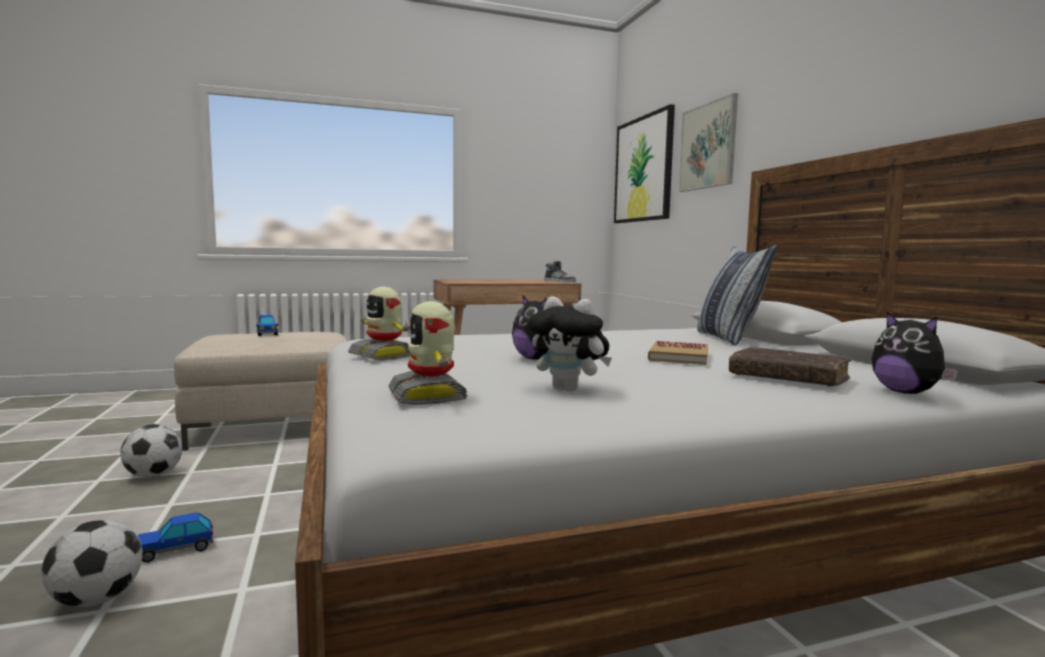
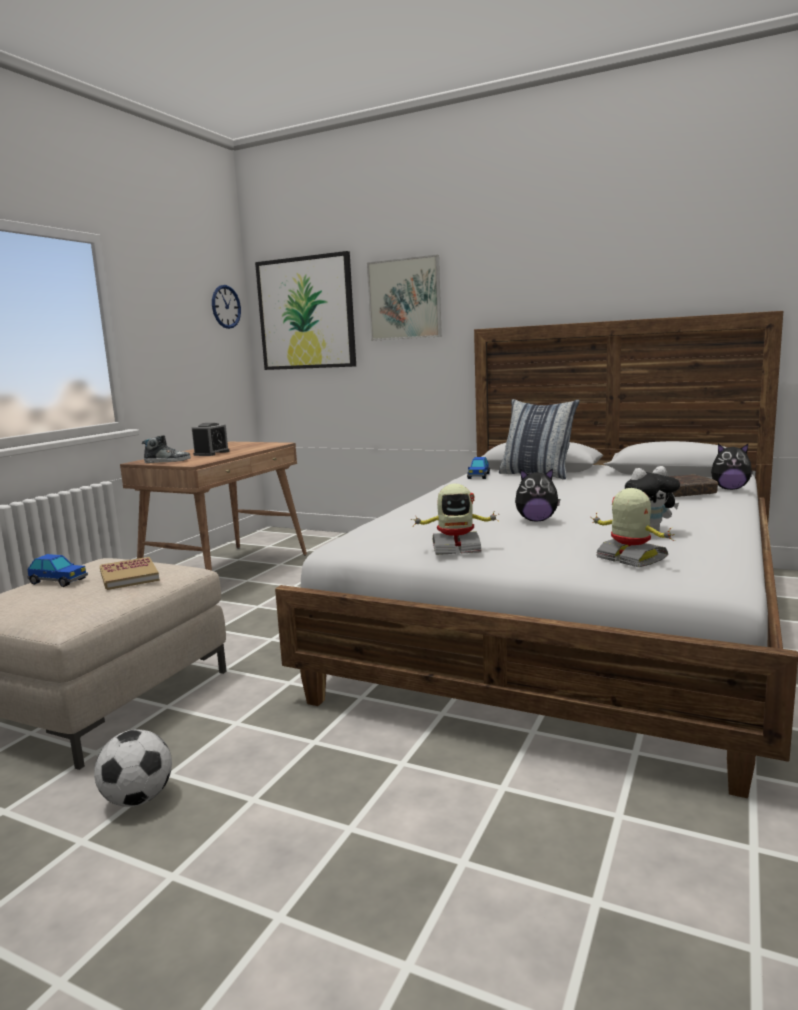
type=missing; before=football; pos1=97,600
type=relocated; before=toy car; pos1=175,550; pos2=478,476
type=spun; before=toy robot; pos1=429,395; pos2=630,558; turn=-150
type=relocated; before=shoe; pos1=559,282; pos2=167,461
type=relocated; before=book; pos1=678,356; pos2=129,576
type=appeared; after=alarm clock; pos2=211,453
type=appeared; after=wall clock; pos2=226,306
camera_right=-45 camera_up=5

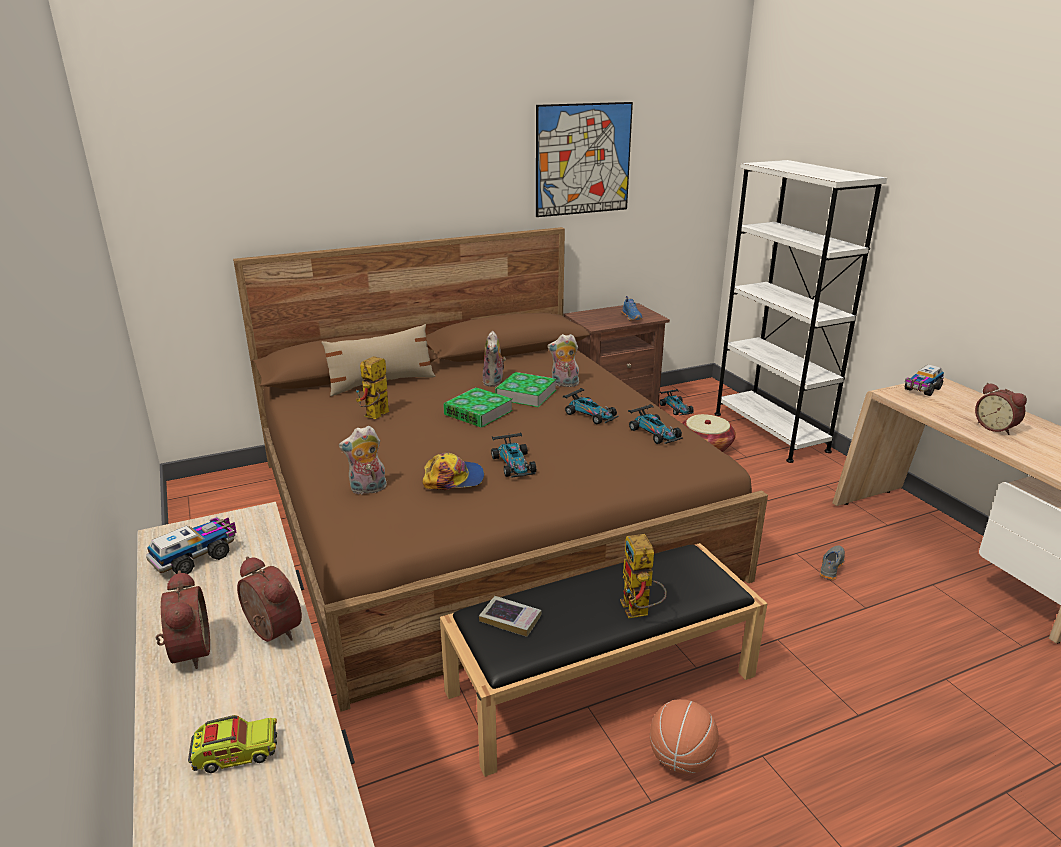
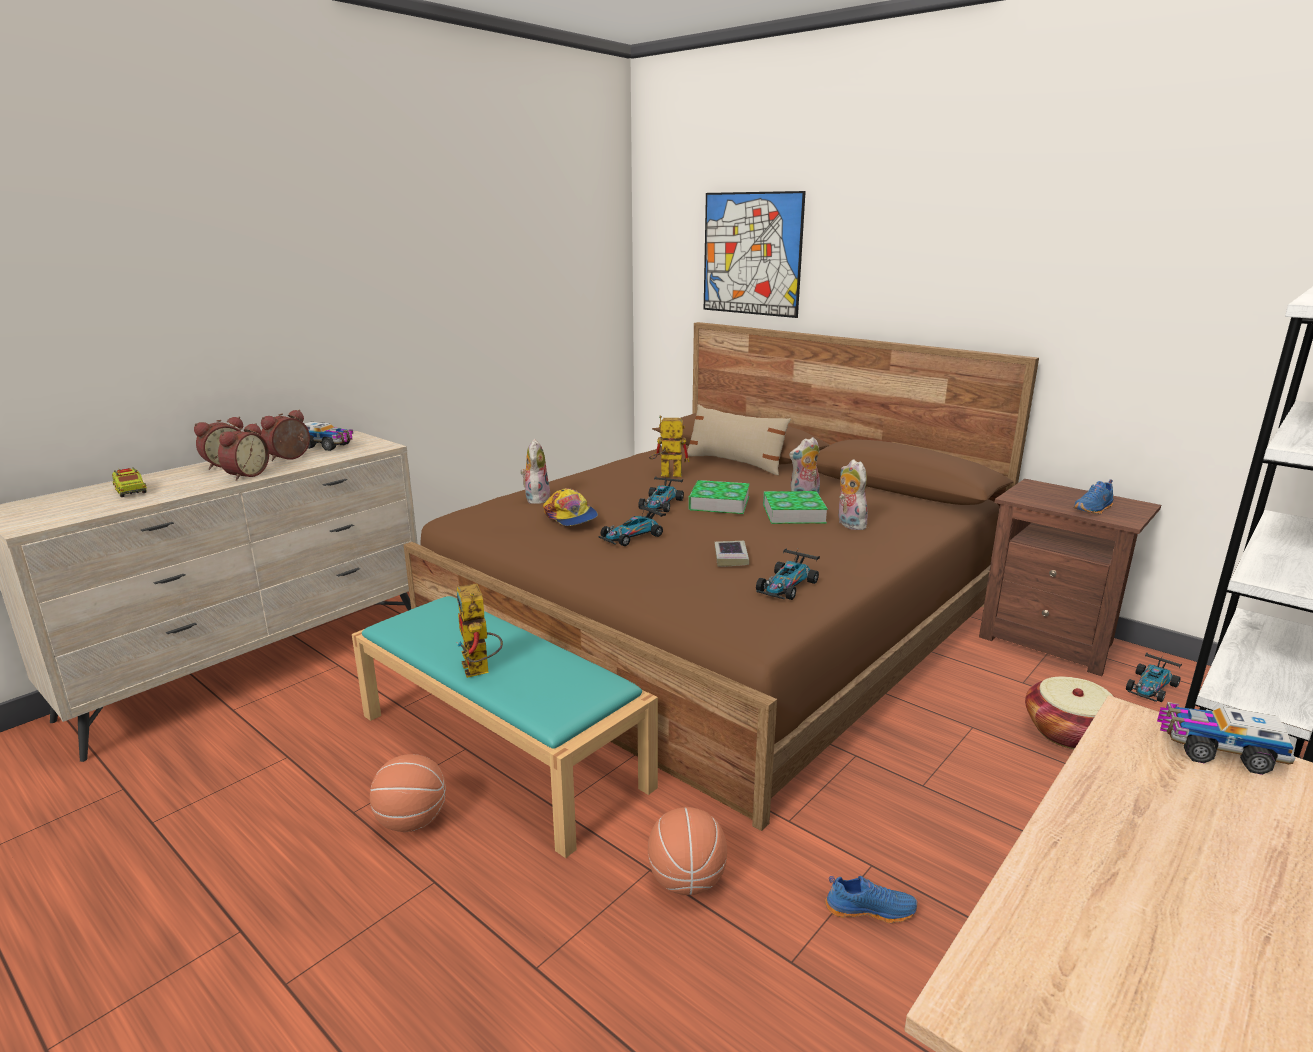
type=spun; before=plush toy; pos1=367,490; pos2=536,499; turn=45
type=colour; before=black bench; after=turquoise bench; pos1=602,682; pos2=503,750
type=relocated; before=book; pos1=510,619; pos2=731,557
type=relocated; before=picture; pos1=583,159; pos2=751,254
type=relocated; before=toy car; pos1=590,414; pos2=660,504
type=spun; before=toy robot; pos1=639,612; pos2=480,671; turn=-75
type=colour; before=grey shoe; after=blue shoe; pos1=830,567; pos2=869,909
type=relocated; before=alarm clock; pos1=996,427; pos2=290,458
type=appeared; after=basketball; pos2=686,881
camera_right=65 camera_up=-5

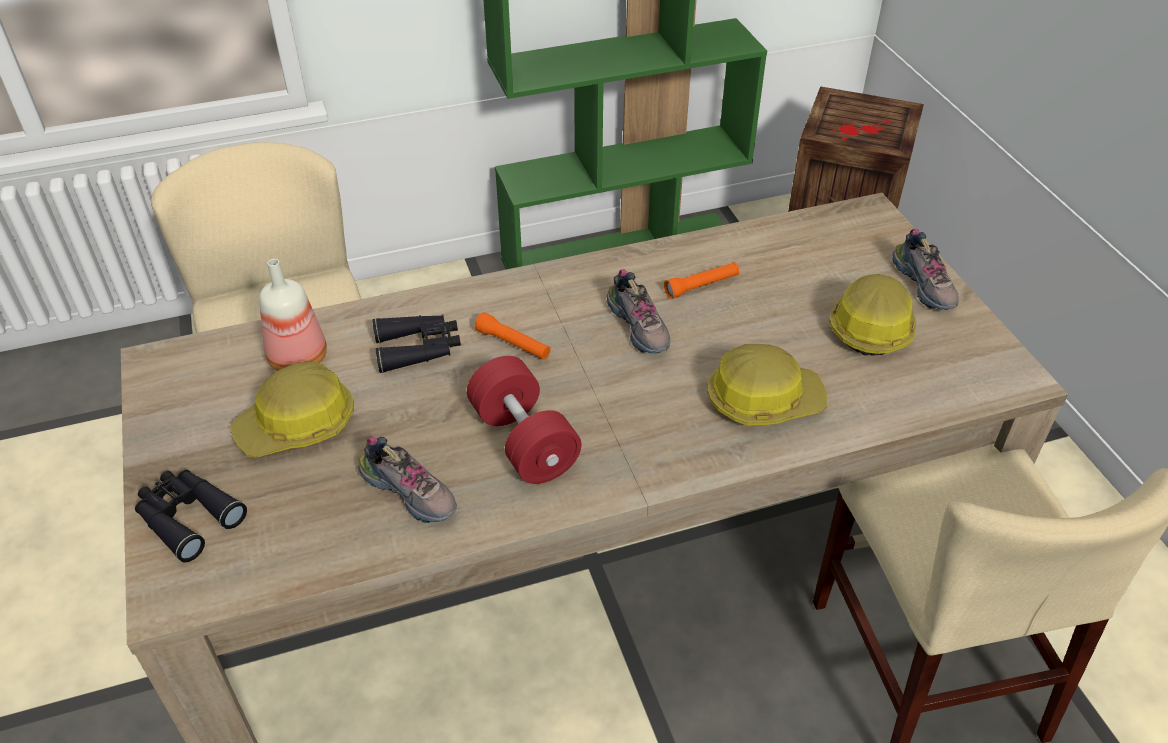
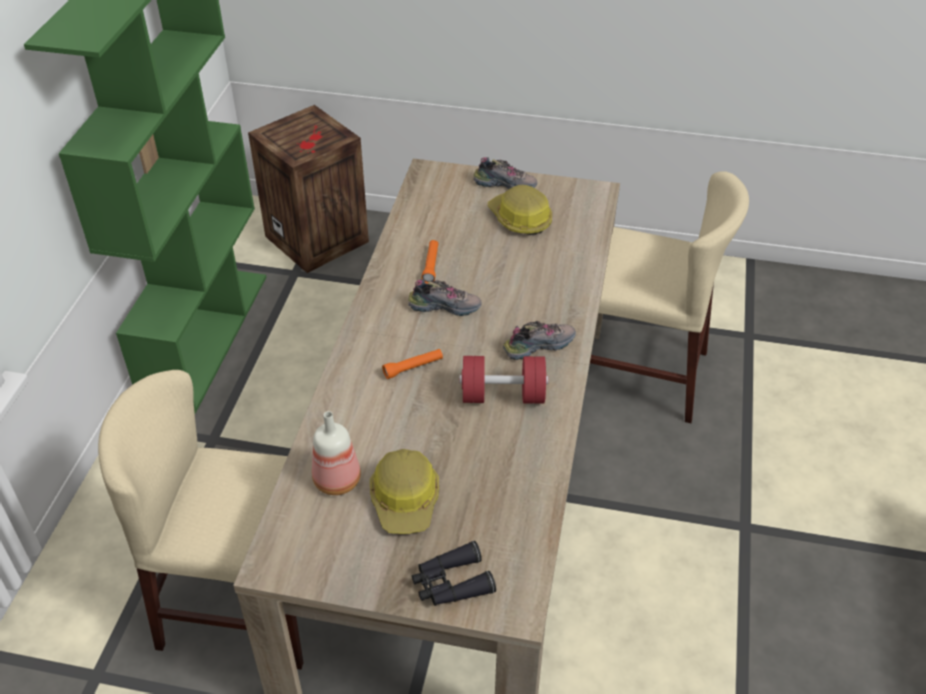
type=relocated; before=shoe; pos1=412,492; pos2=539,345
type=missing; before=black binoculars; pos1=418,349
type=missing; before=hard hat; pos1=763,399
camera_right=-60 camera_up=0

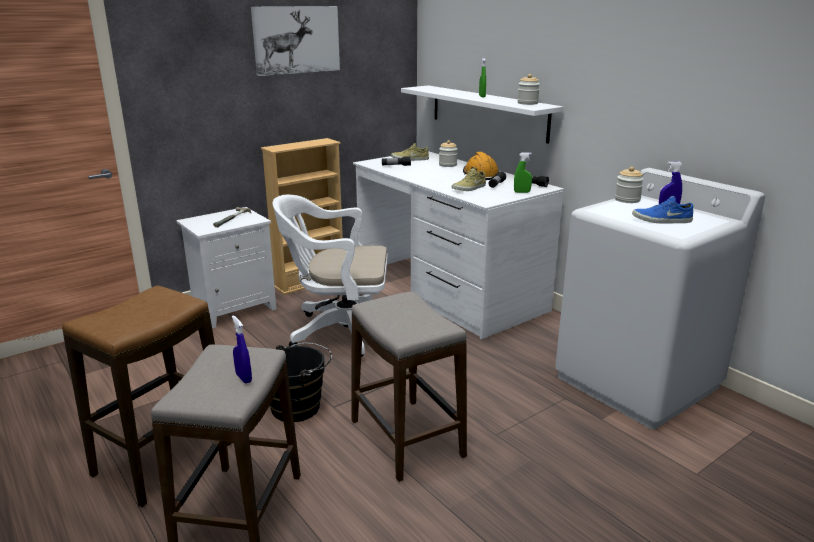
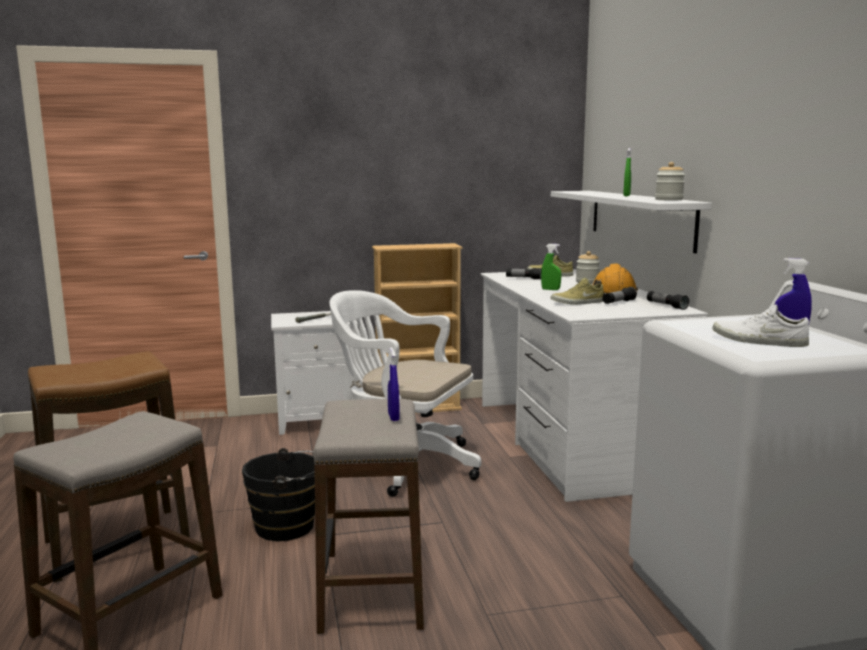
type=relocated; before=blue spray bottle; pos1=243,378; pos2=393,417
type=missing; before=picture; pos1=296,40
type=relocated; before=green spray bottle; pos1=522,192; pos2=550,289
type=missing; before=jar; pos1=627,200
type=colour; before=blue shoe; after=white shoe; pos1=662,220; pos2=758,341
camera_right=25 camera_up=-10

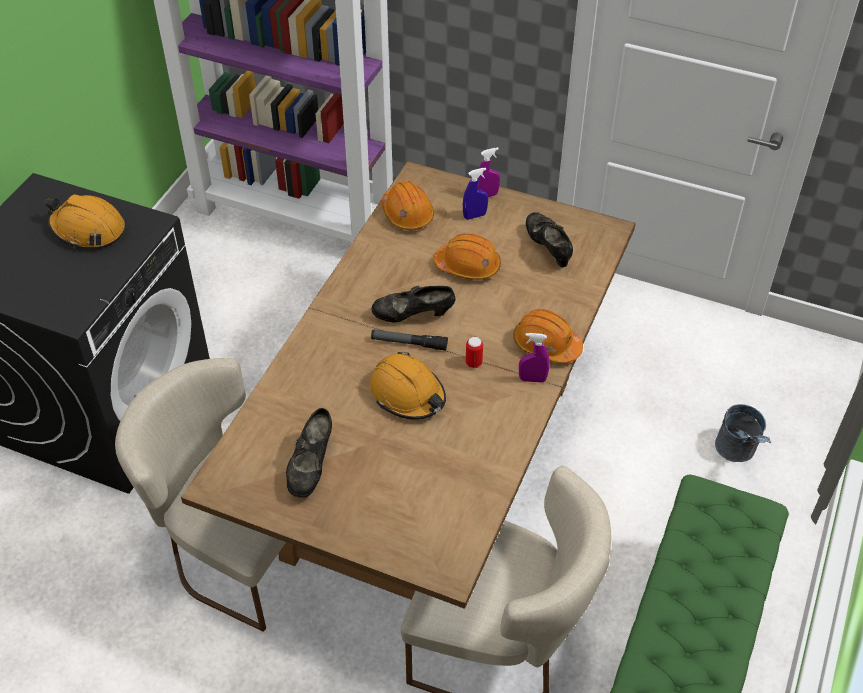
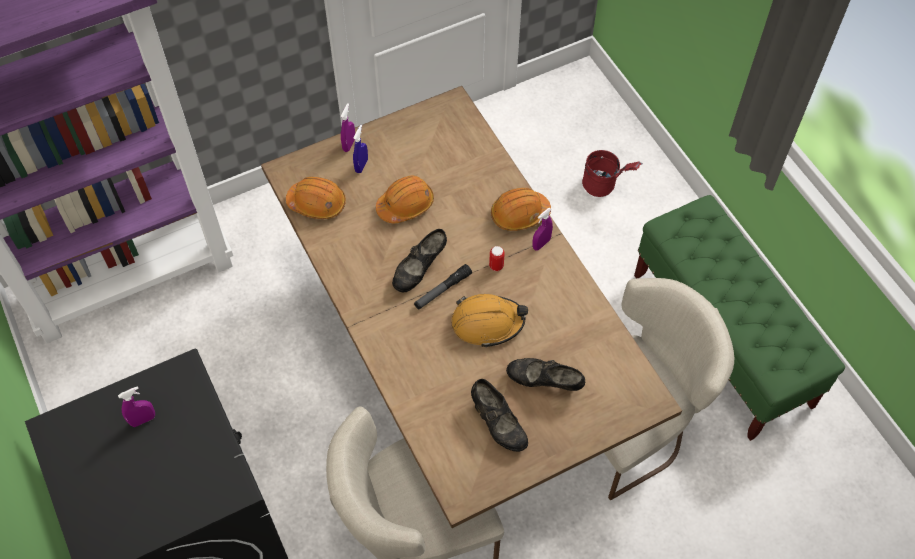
type=exchanged; before=orange hard hat; after=purple spray bottle; pos1=88,229; pos2=143,420
type=relocated; before=black shoe; pos1=548,248; pos2=544,382
type=colour; before=grey bucket; after=red bucket; pos1=738,452; pos2=604,186
camera_right=-50 camera_up=10

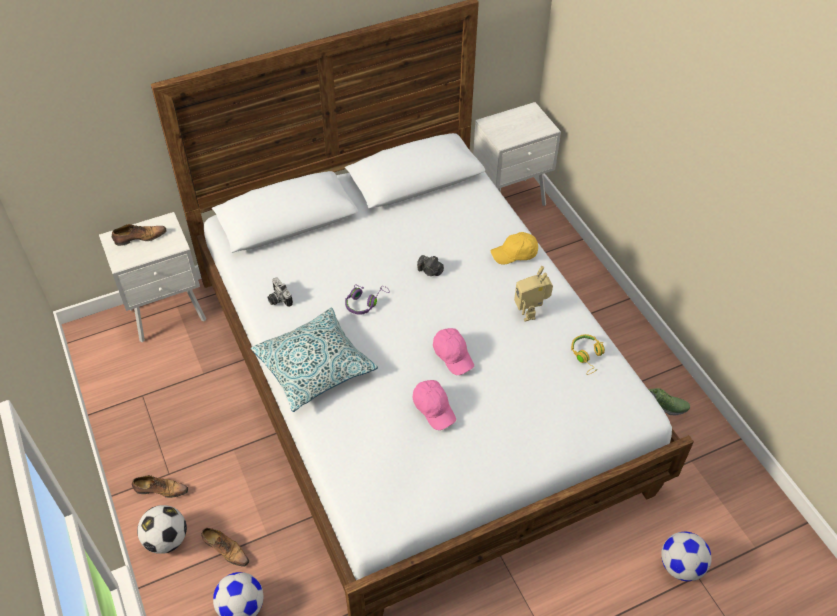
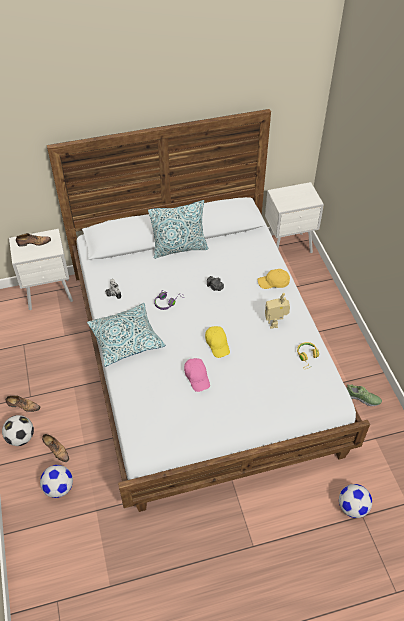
type=colour; before=pink cap; after=yellow cap; pos1=453,355; pos2=217,344
type=appeared; after=pillow; pos2=179,248
camera_right=10 camera_up=0

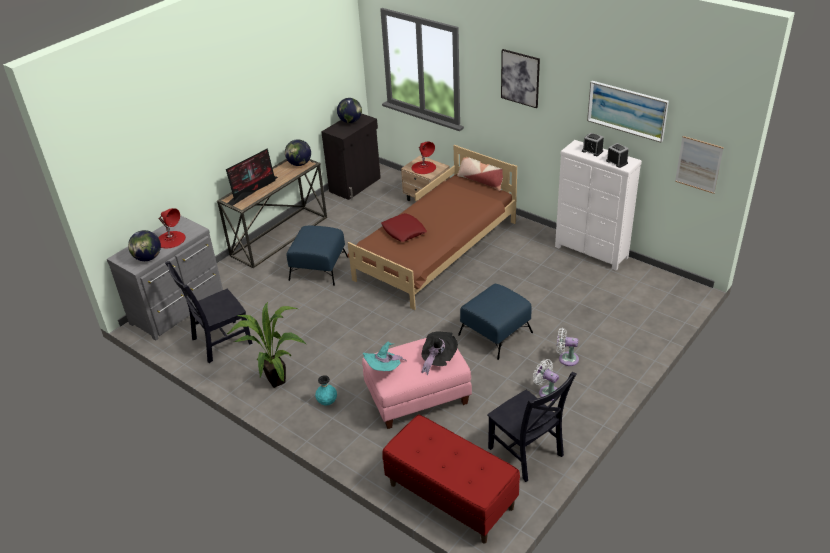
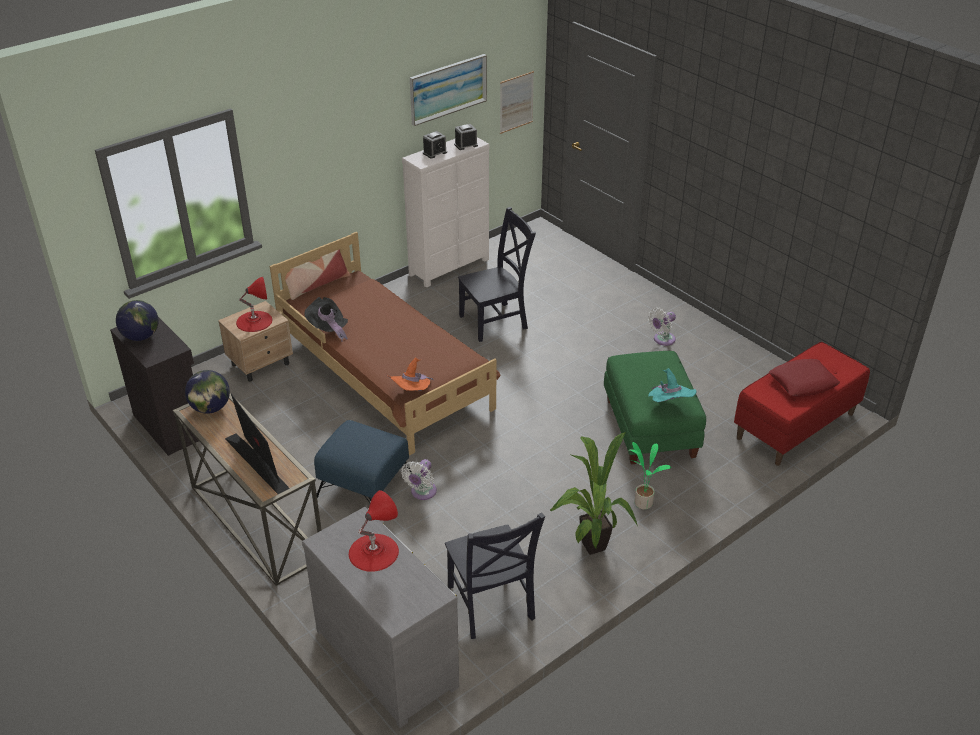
type=missing; before=globe; pos1=148,258
type=exchanged; before=turquoise vase; after=potted plant; pos1=327,402; pos2=642,502
type=colour; before=pink ottoman; after=green ottoman; pos1=417,398; pos2=651,428
type=relocated; before=red pillow; pos1=404,231; pos2=803,382
type=relocated; before=black hat; pos1=438,359; pos2=328,329
type=missing; before=blue ottoman; pos1=494,334
type=relocated; before=black chair; pos1=527,454; pos2=496,321
type=missing; before=picture; pos1=520,78
type=relocated; before=white fan; pos1=566,358; pos2=422,492
type=appeared; after=orange hat; pos2=411,393
camera_right=-80 camera_up=0

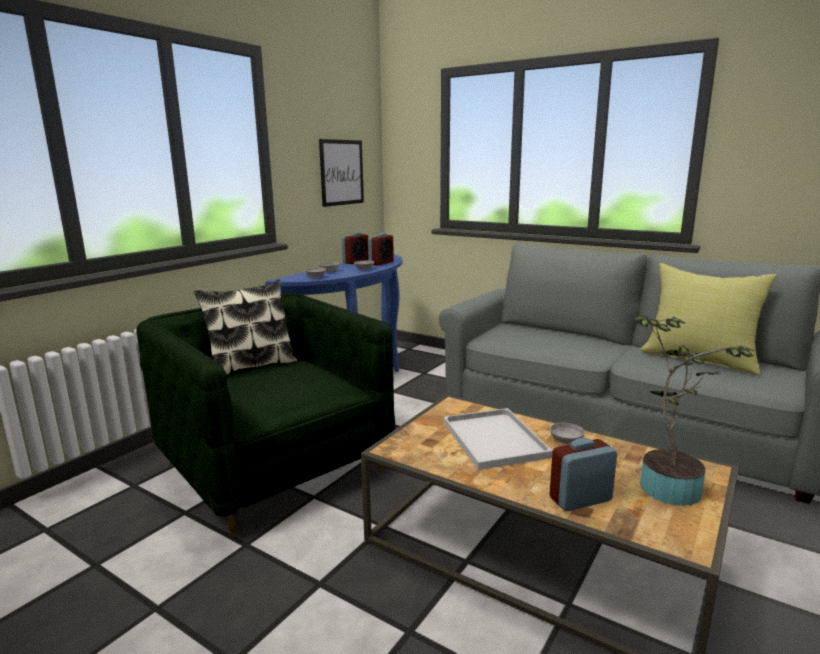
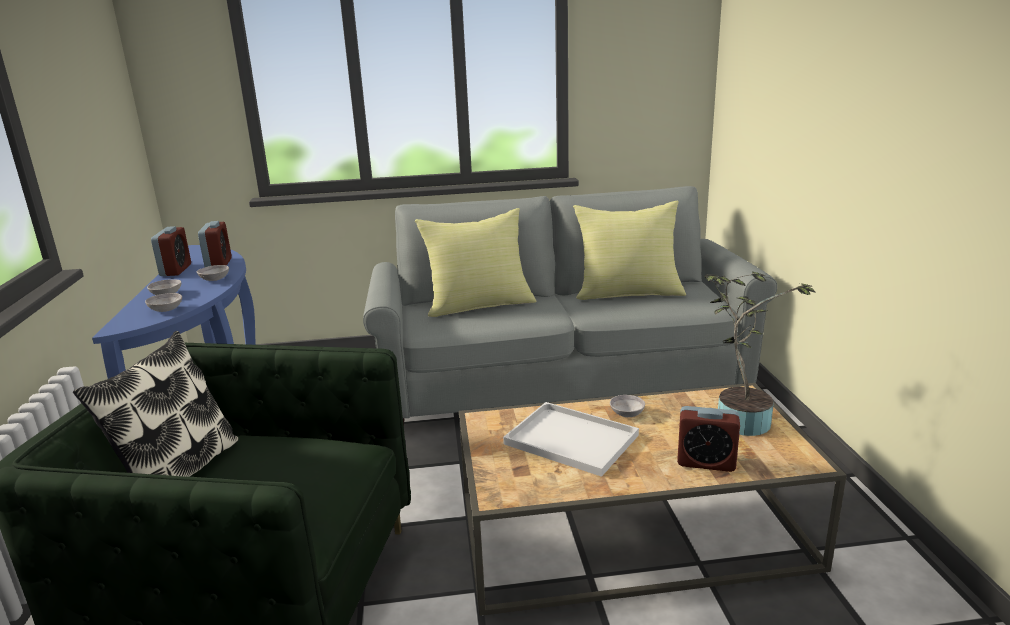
type=missing; before=picture; pos1=341,172
type=spun; before=alarm clock; pos1=580,499; pos2=706,462; turn=-105
type=appeared; after=yellow pillow; pos2=479,305
camera_right=-40 camera_up=5

